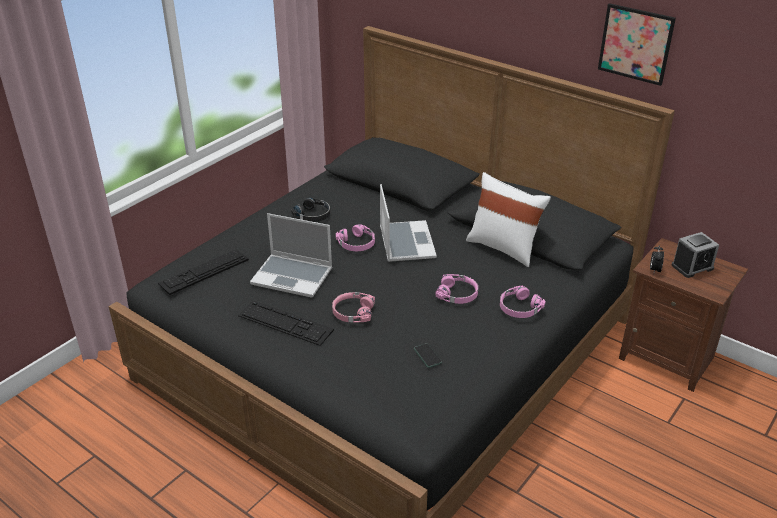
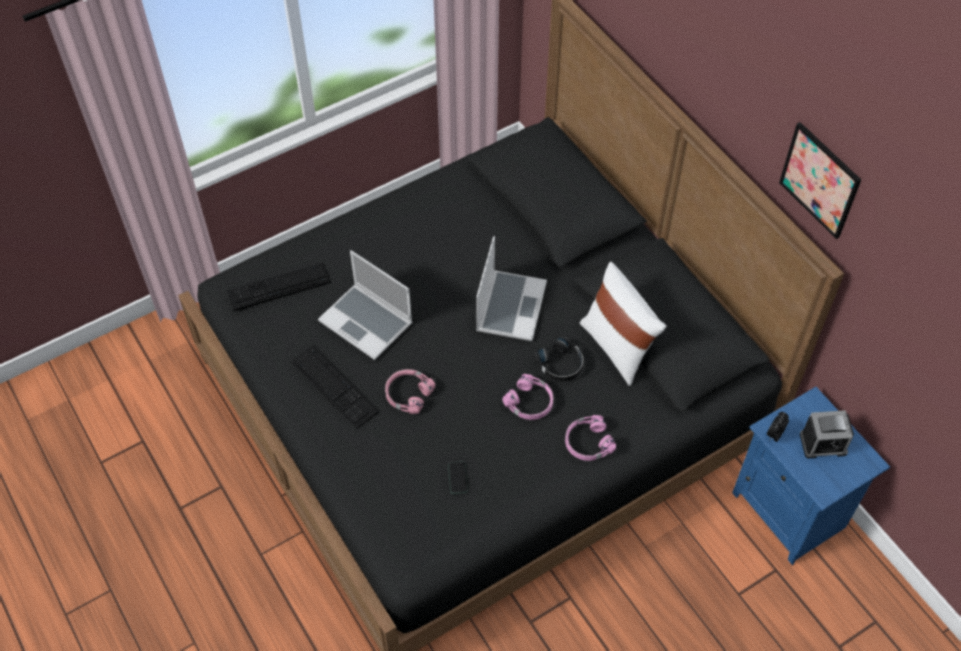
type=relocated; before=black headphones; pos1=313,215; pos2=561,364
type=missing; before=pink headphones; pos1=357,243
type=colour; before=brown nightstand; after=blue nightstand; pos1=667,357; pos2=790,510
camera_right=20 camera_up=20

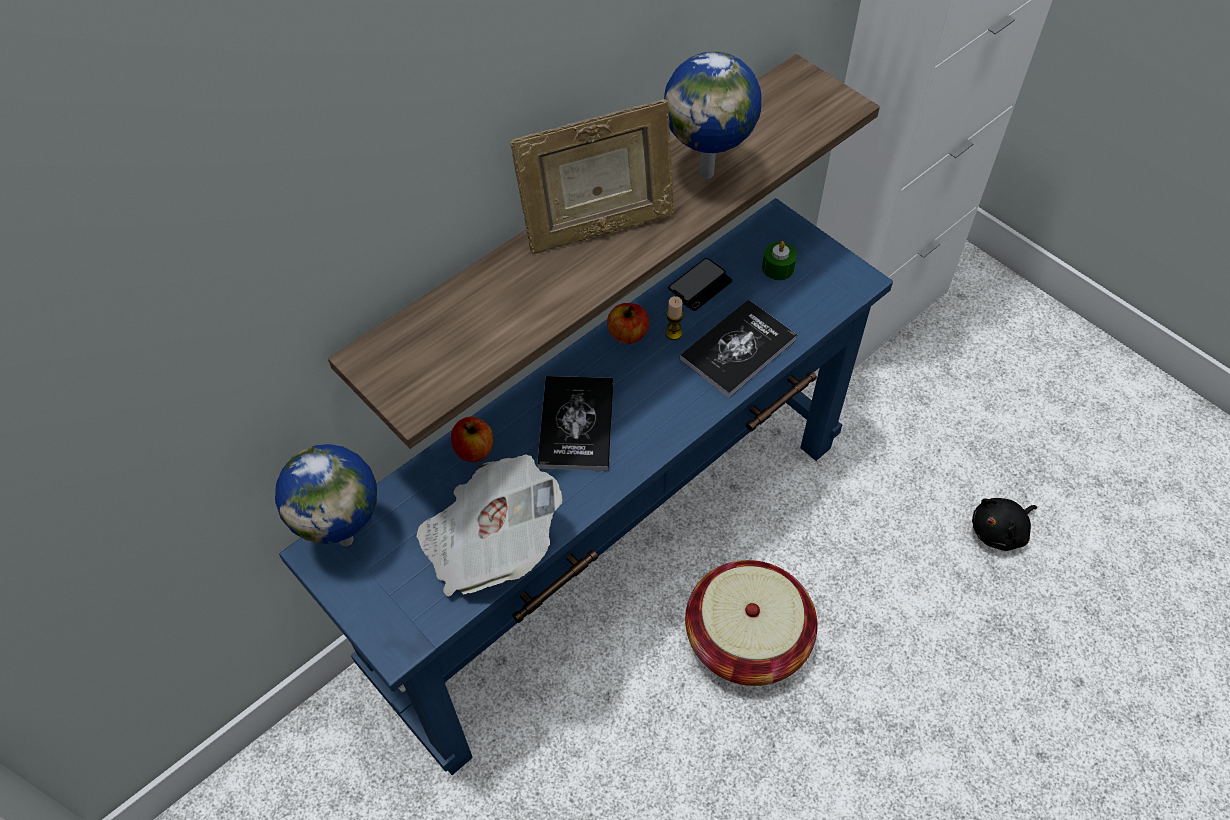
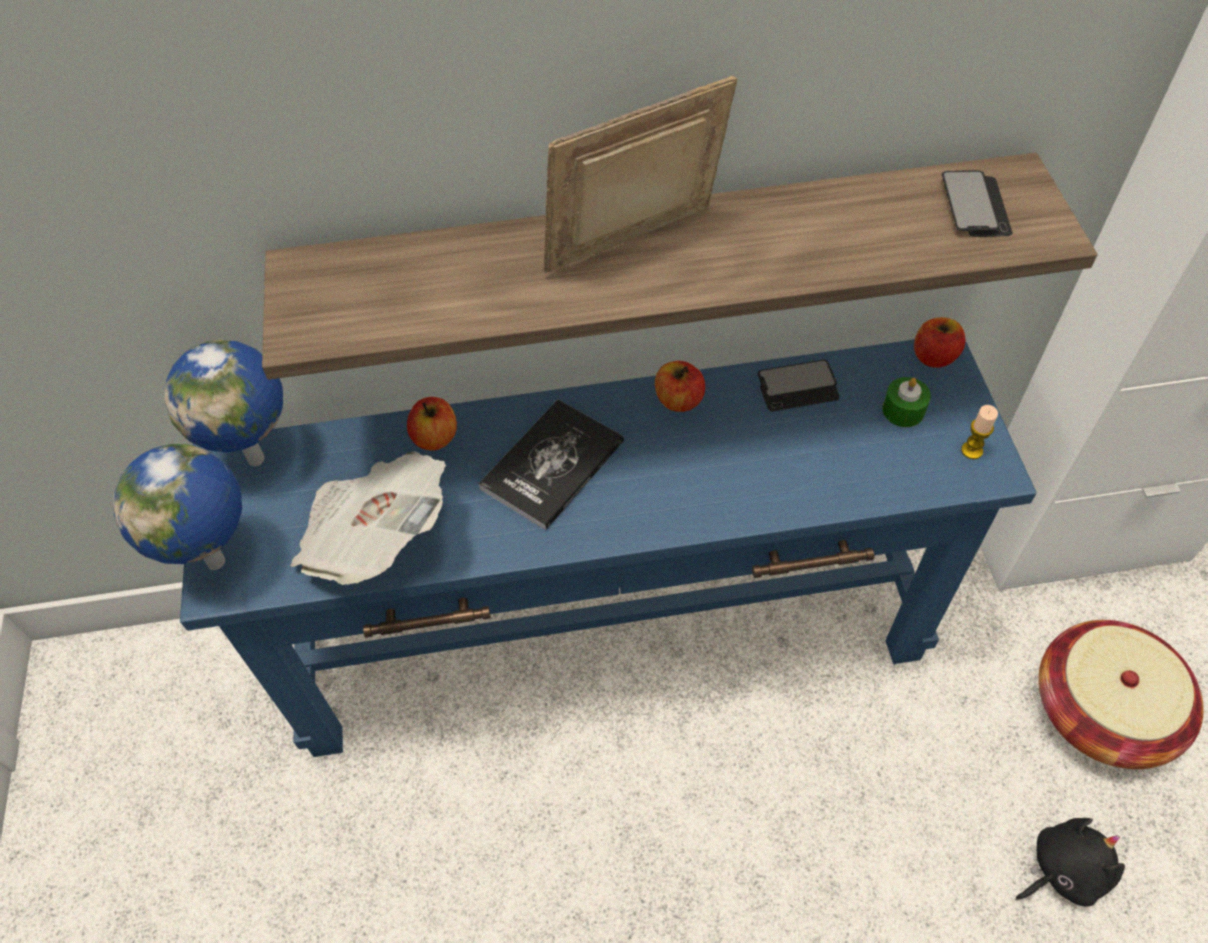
type=spun; before=picture frame; pos1=598,230; pos2=635,247; turn=135
type=relocated; before=globe; pos1=708,172; pos2=218,562
type=relocated; before=candle; pos1=673,333; pos2=972,450
type=missing; before=book; pos1=738,349
type=relocated; before=basket; pos1=747,637; pos2=1102,710
type=spun; before=black plush toy; pos1=1000,531; pos2=1062,870; turn=150
type=appeared; after=apple; pos2=934,356
type=appeared; after=phone; pos2=975,206
camera_right=35 camera_up=0

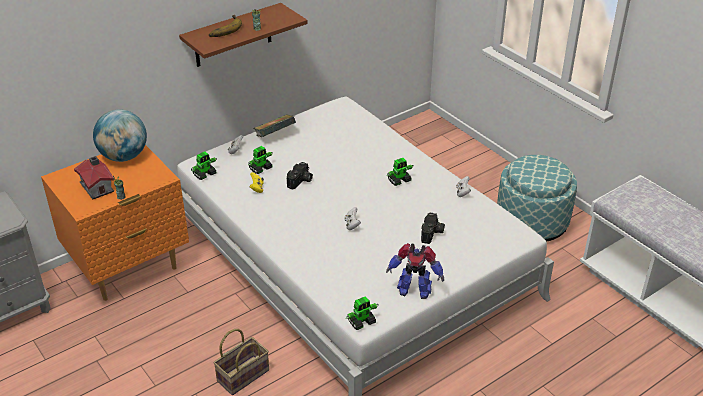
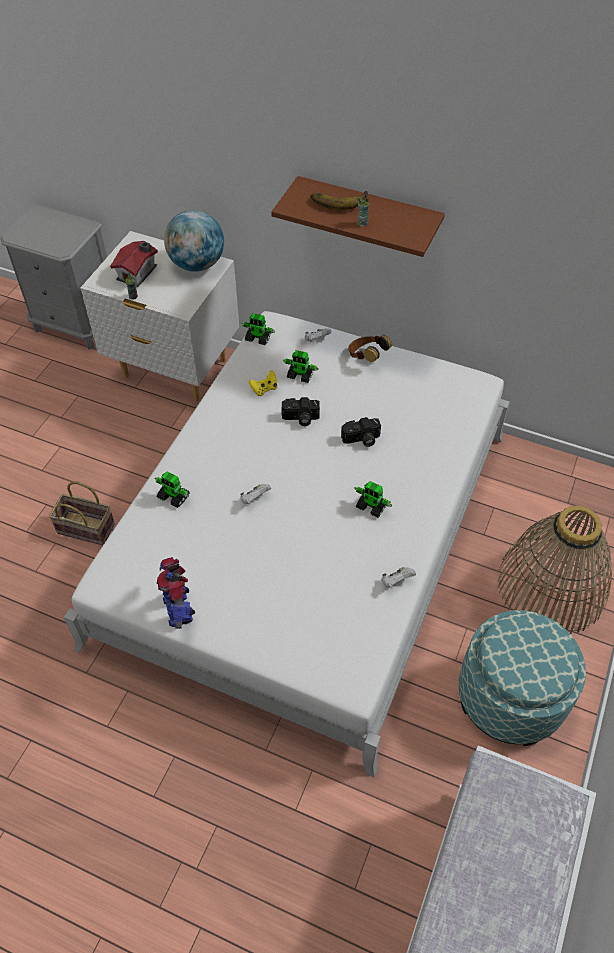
type=colour; before=orange nightstand; after=white nightstand; pos1=129,269; pos2=174,369
type=exchanged; before=book; after=headphones; pos1=275,136; pos2=366,357
type=relocated; before=toy robot; pos1=362,322; pos2=174,497
type=relocated; before=photo camera; pos1=432,234; pos2=361,439
type=appeared; after=basket; pos2=551,586
camera_right=60 camera_up=15

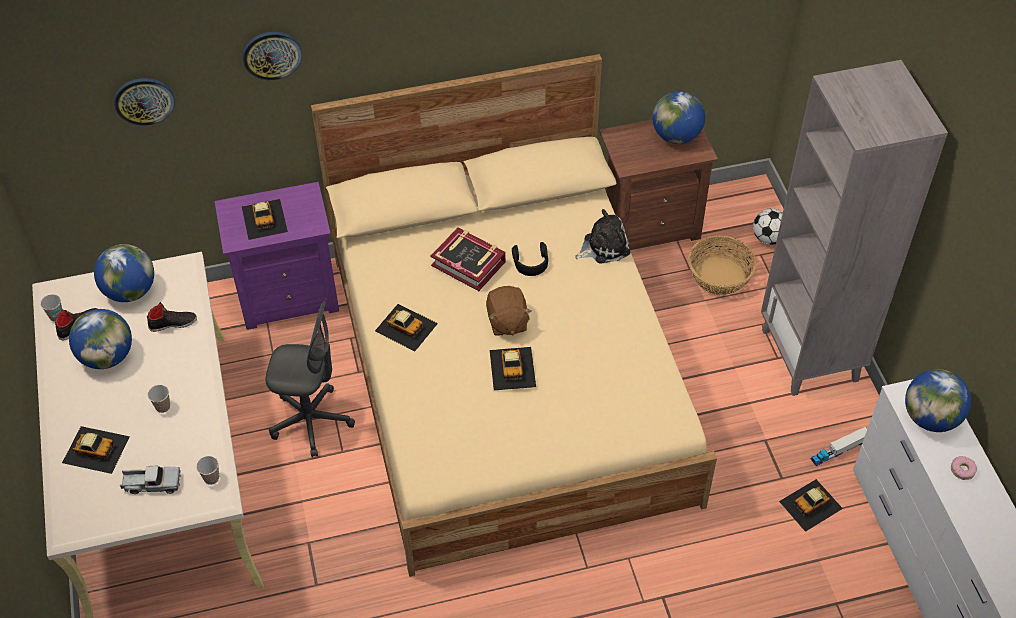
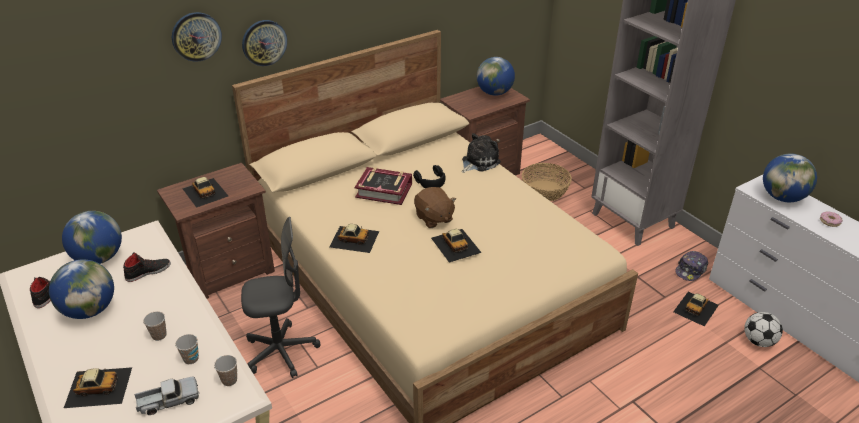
type=relocated; before=cup; pos1=56,316; pos2=191,359
type=relocated; before=wall clock; pos1=144,100; pos2=264,42
type=colour; before=purple nightstand; after=brown nightstand; pos1=289,296; pos2=229,271
type=relocated; before=football; pos1=768,238; pos2=758,341
type=exchanged; before=toy truck; after=cap; pos1=839,450; pos2=691,270
camera_right=-20 camera_up=-15

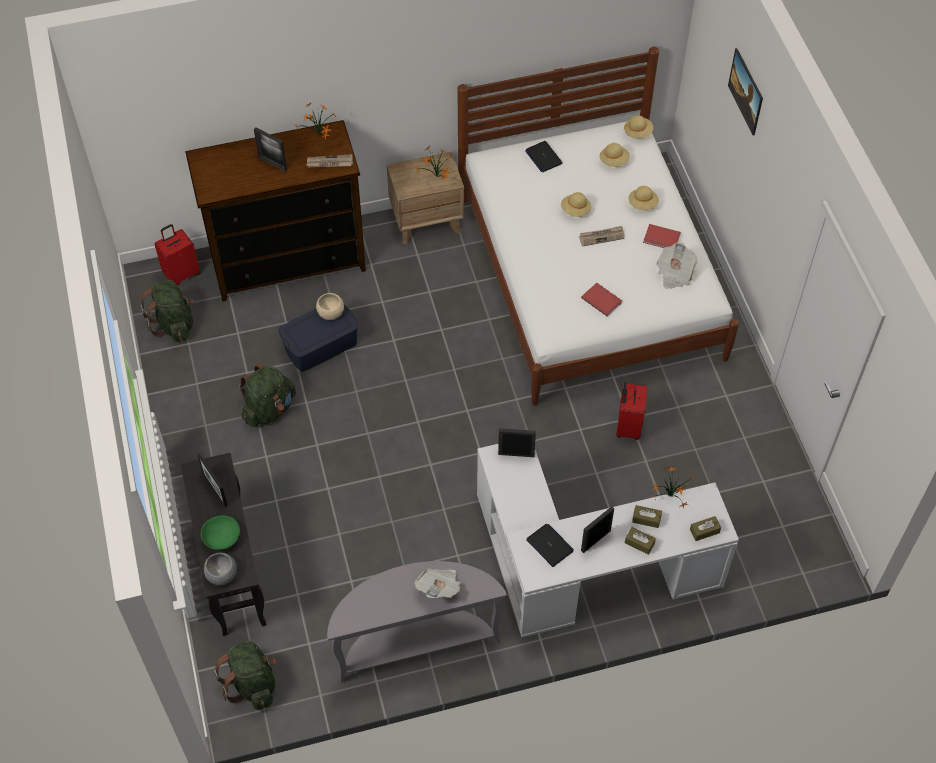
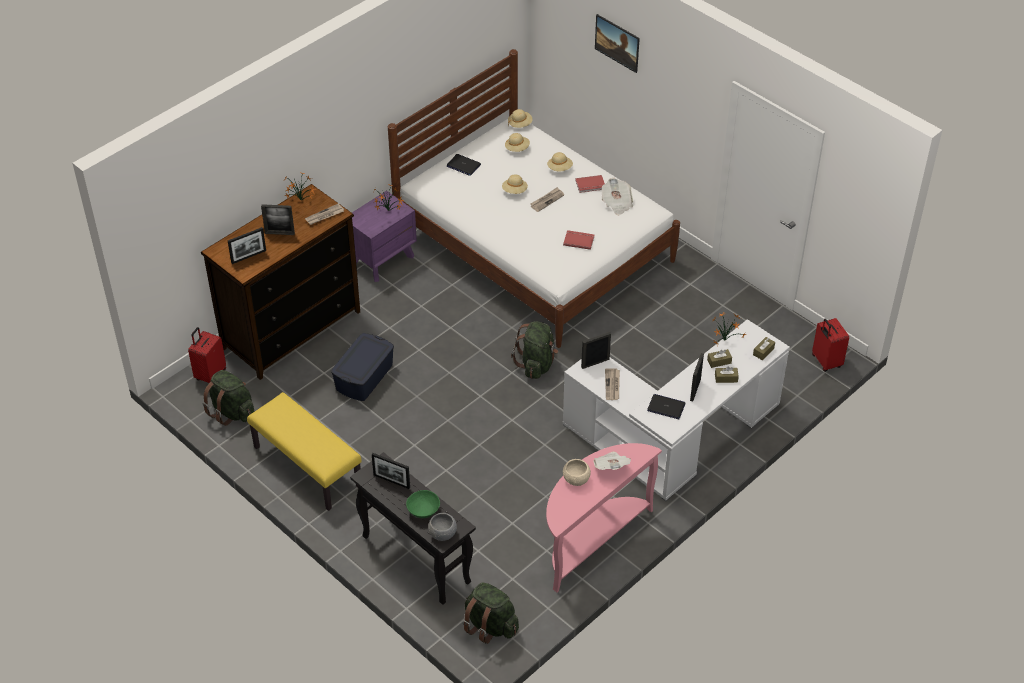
type=relocated; before=green backpack; pos1=269,409; pos2=536,364
type=relocated; before=beige bowl; pos1=331,312; pos2=576,479
type=colour; before=grey console table; after=pink console table; pos1=415,642; pos2=591,540
type=colour; before=brown nightstand; after=purple nightstand; pos1=427,221; pos2=382,259
type=relocated; before=red suitcase; pos1=627,426; pos2=825,362
type=appeared; after=picture frame; pos2=248,256
type=appeared; after=yellow bench; pos2=306,467
type=appeared; after=newspaper; pos2=612,385
camera_right=-30 camera_up=-10

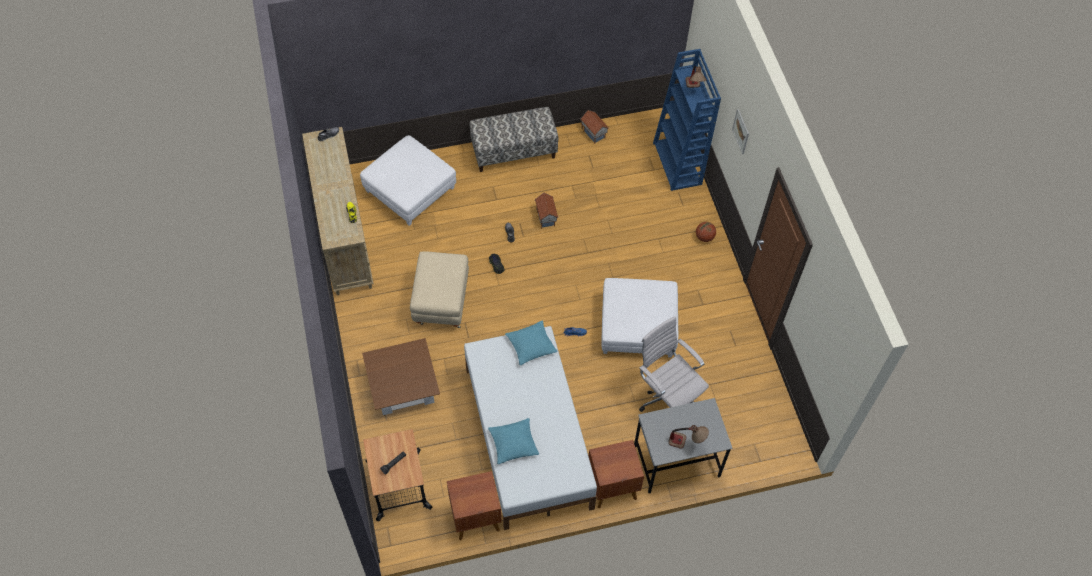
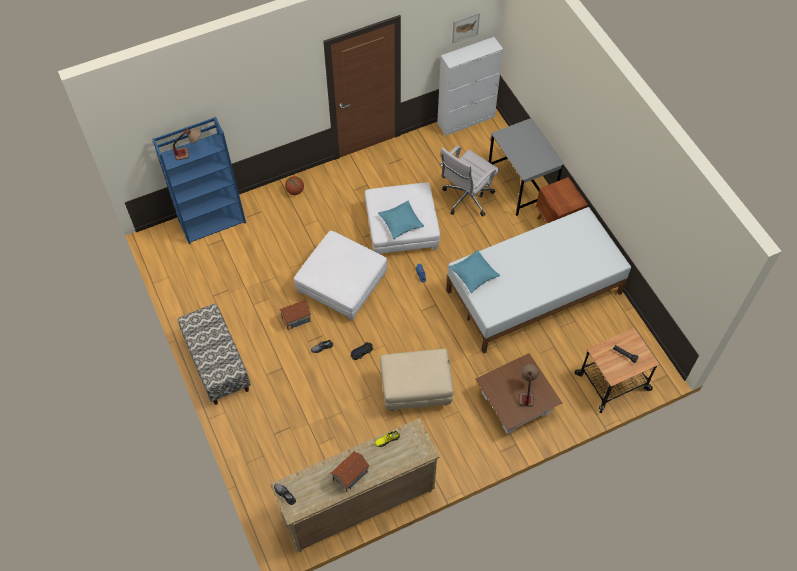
type=relocated; before=white ottoman; pos1=409,190; pos2=342,284
type=missing; before=brown nightstand; pos1=475,517
type=relocated; before=turquoise pillow; pos1=513,443; pos2=400,222
type=relocated; before=toy house; pos1=594,132; pos2=350,476
type=relocated; before=table lamp; pos1=686,442; pos2=526,392
type=relocated; before=picture; pos1=741,131; pos2=465,27
type=appeared; after=white cabinet; pos2=466,120
camera_right=-100 camera_up=0

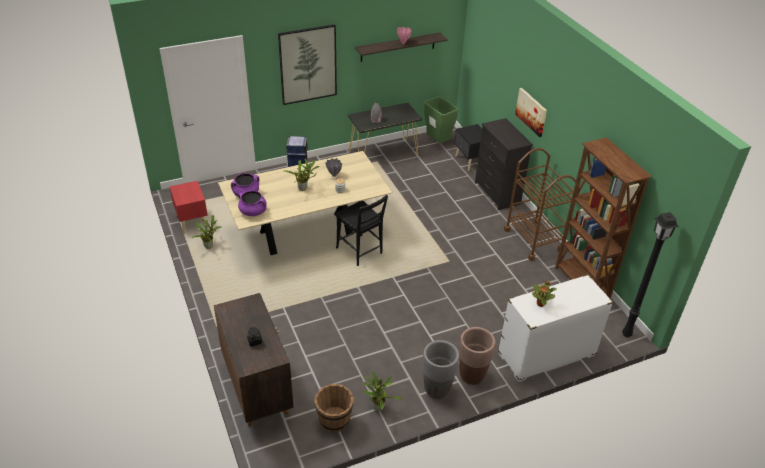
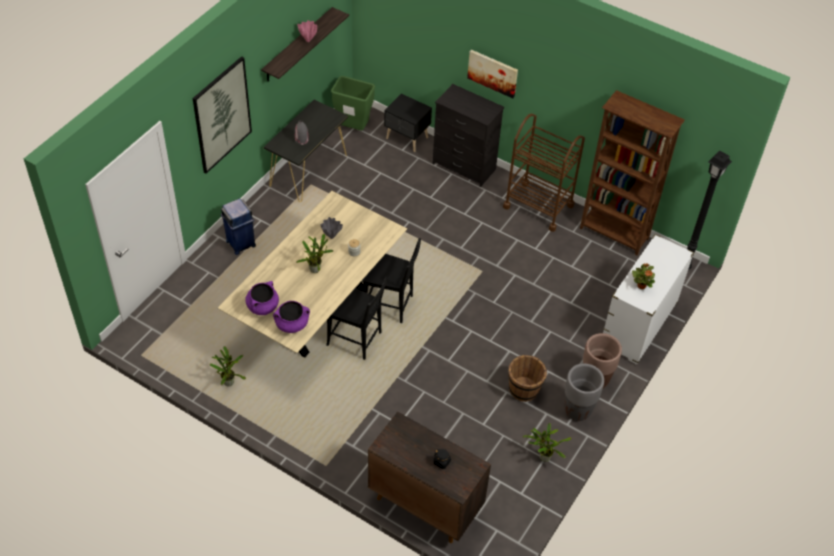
type=missing; before=red nightstand; pos1=192,222
type=relocated; before=brown bucket; pos1=334,420; pos2=524,390
type=appeared; after=black chair; pos2=357,340
camera_right=-35 camera_up=10

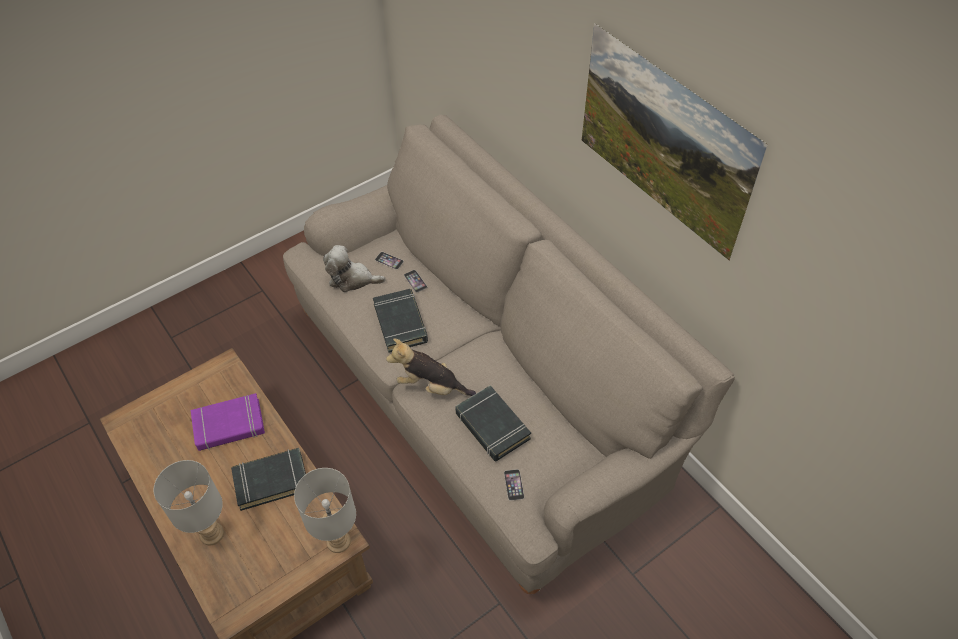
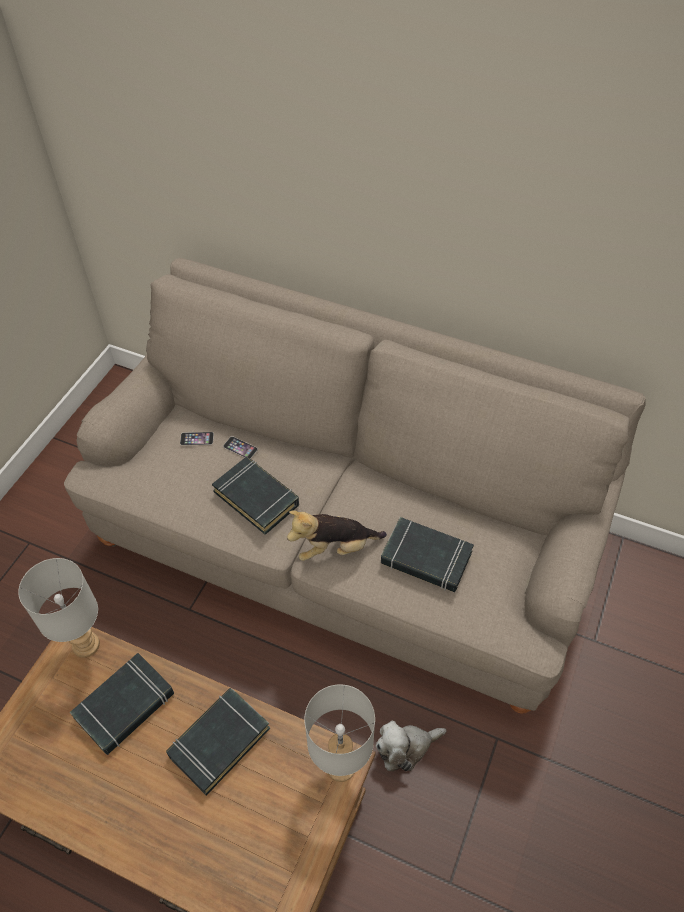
type=relocated; before=grey table lamp; pos1=212,535; pos2=87,645
type=colour; before=purple book; after=black book; pos1=229,425; pos2=125,706
type=relocated; before=plush toy; pos1=352,279; pos2=406,748
type=missing; before=phone; pos1=514,484
type=missing; before=picture; pos1=656,170
camera_right=-30 camera_up=0

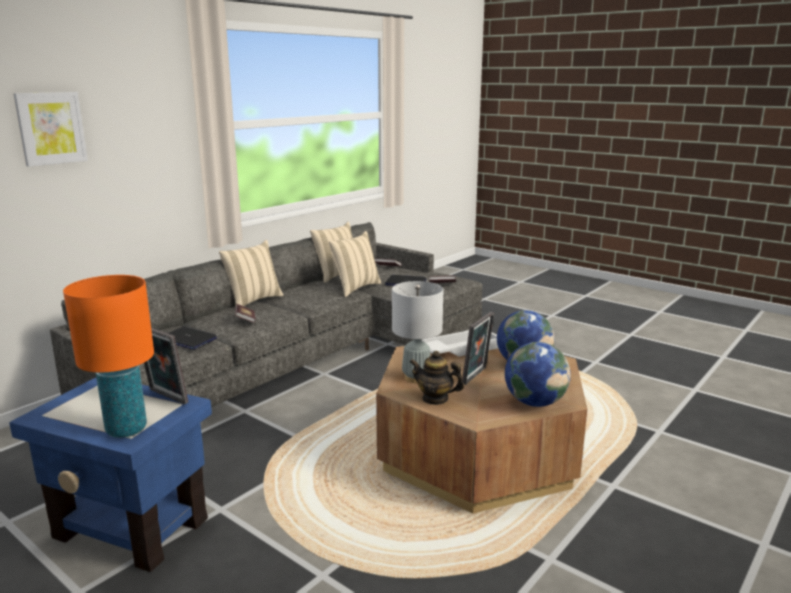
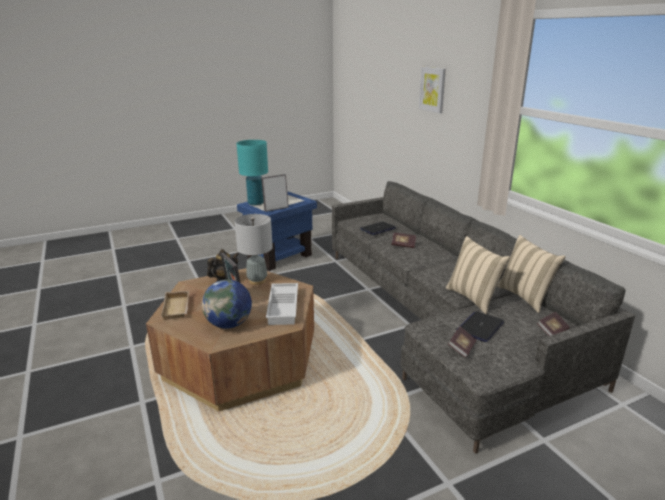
type=colour; before=orange table lamp; after=turquoise table lamp; pos1=126,429; pos2=256,203
type=missing; before=beige pillow; pos1=253,300
type=exchanged; before=globe; after=beige tray; pos1=535,402; pos2=178,308
camera_right=115 camera_up=5

